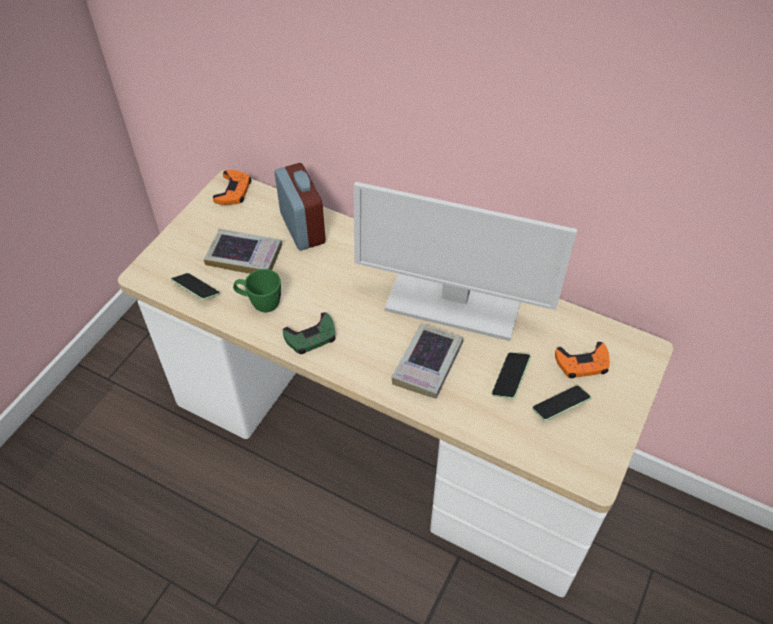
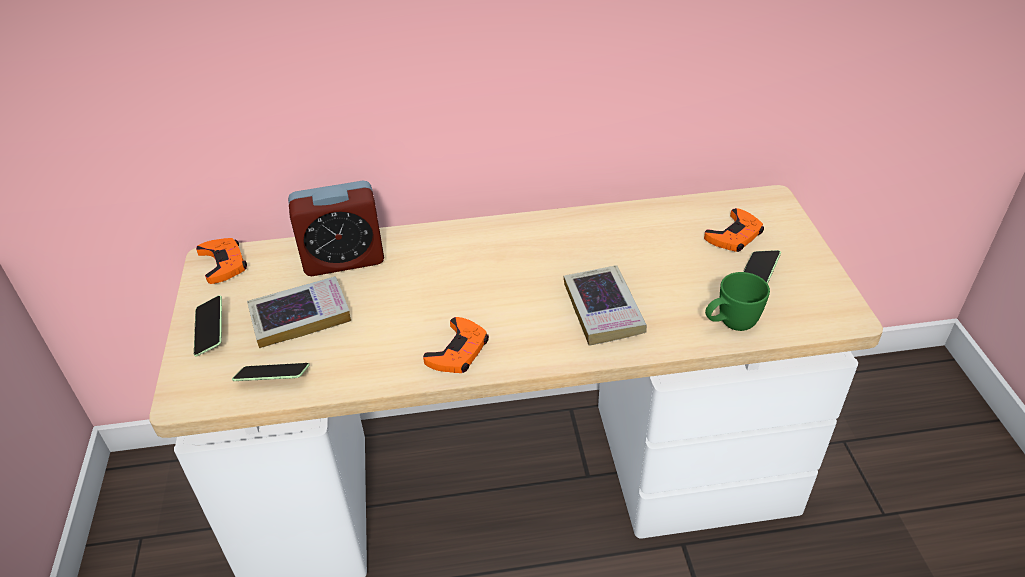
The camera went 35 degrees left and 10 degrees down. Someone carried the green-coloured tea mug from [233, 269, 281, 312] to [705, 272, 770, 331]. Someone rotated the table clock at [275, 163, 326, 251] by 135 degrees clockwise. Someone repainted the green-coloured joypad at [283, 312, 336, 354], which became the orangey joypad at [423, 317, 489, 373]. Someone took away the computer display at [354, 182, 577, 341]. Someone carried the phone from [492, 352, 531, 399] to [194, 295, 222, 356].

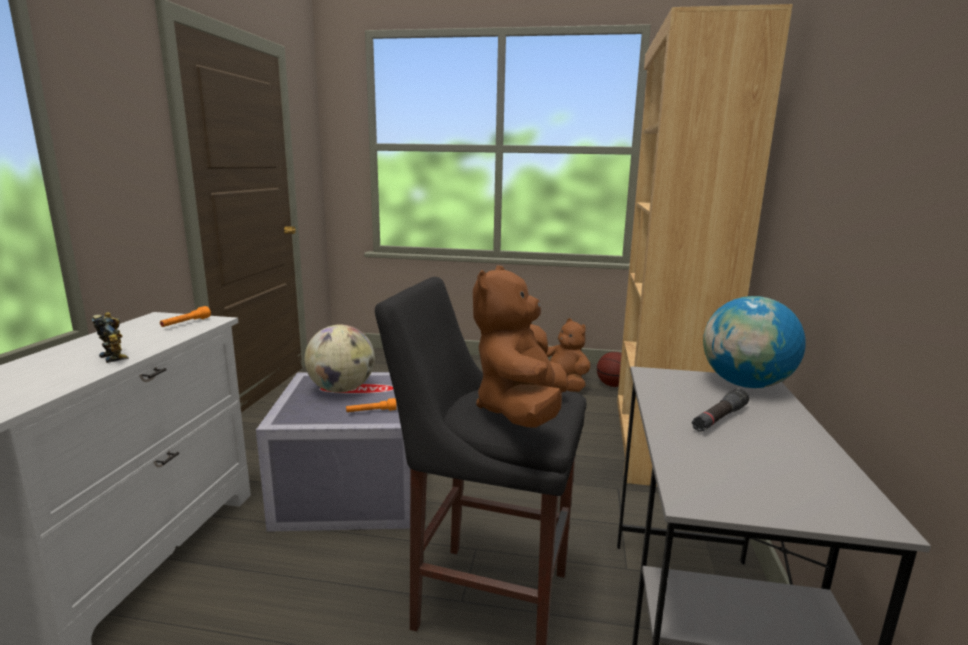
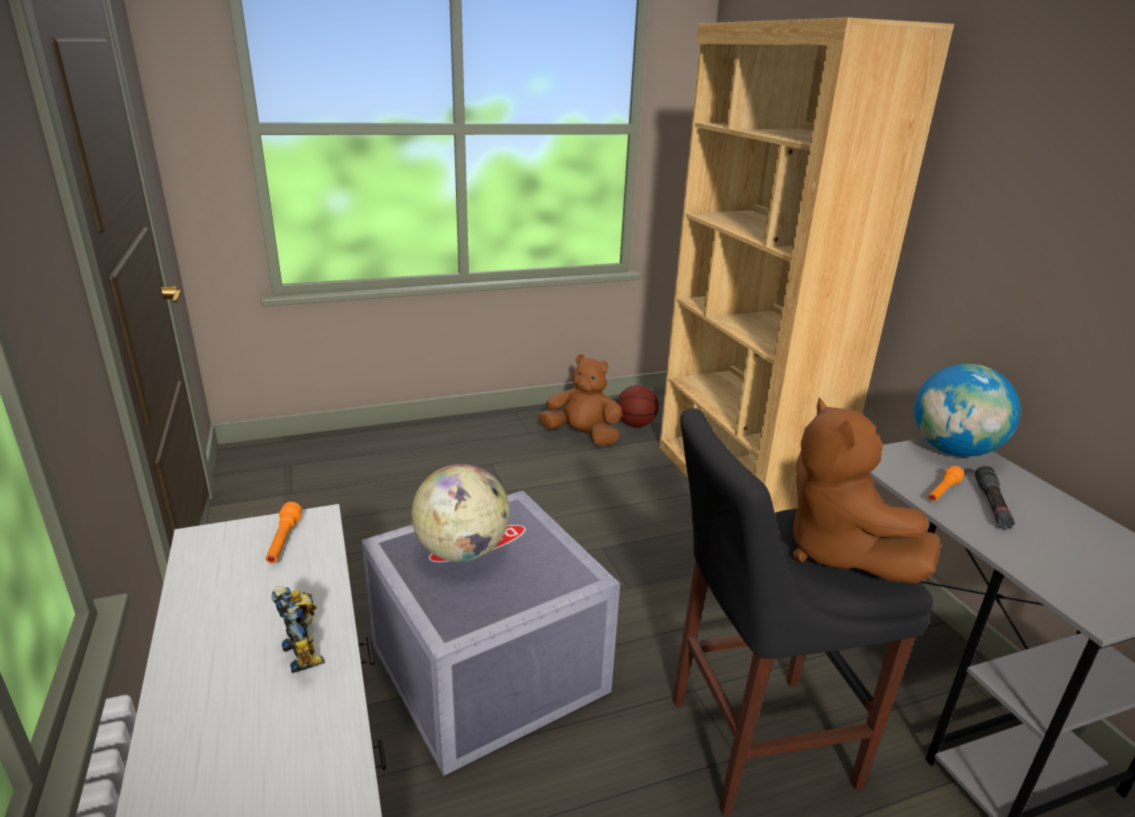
The camera went 30 degrees left and 10 degrees up. Someone rotated the model robot at [92, 312, 129, 363] by 45 degrees clockwise. Someone carried the orangey hand torch from [346, 398, 397, 412] to [928, 466, 964, 501].

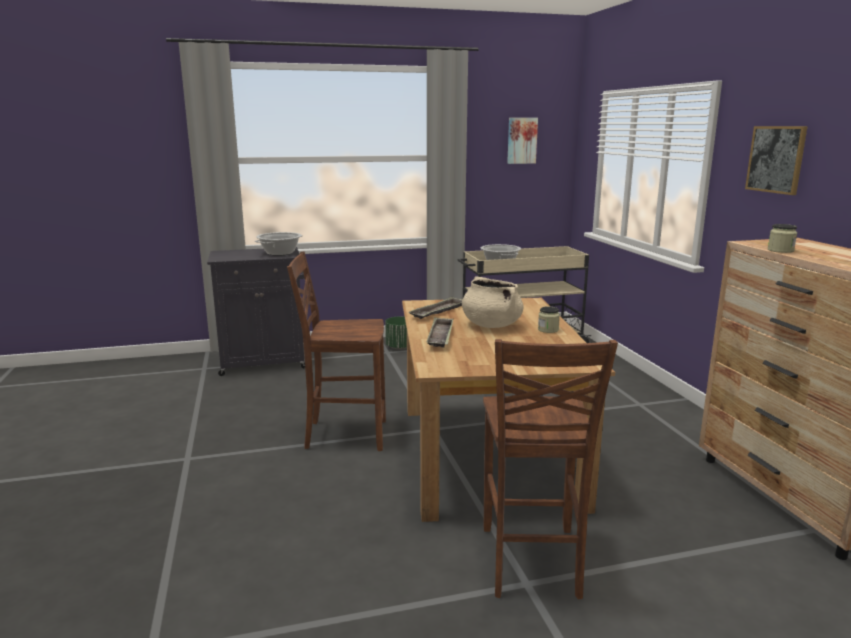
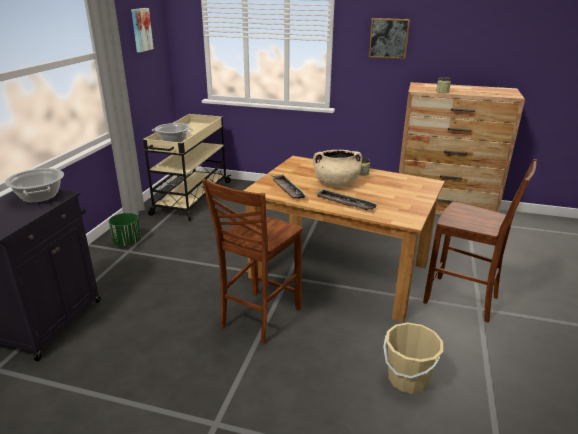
The camera went 60 degrees left and 10 degrees up. Someone put down the beige water bucket at [383, 323, 443, 394].

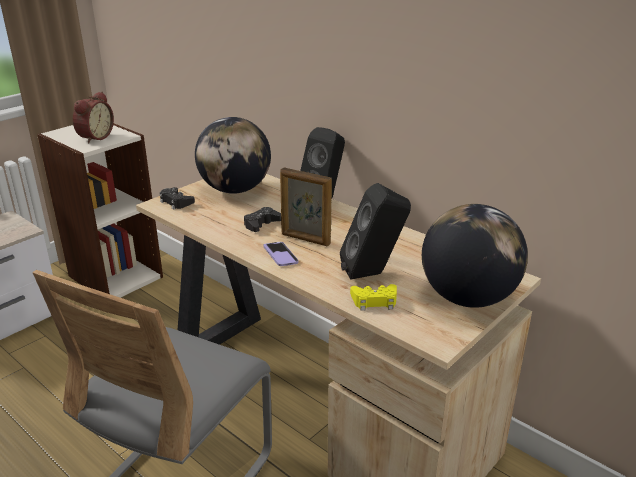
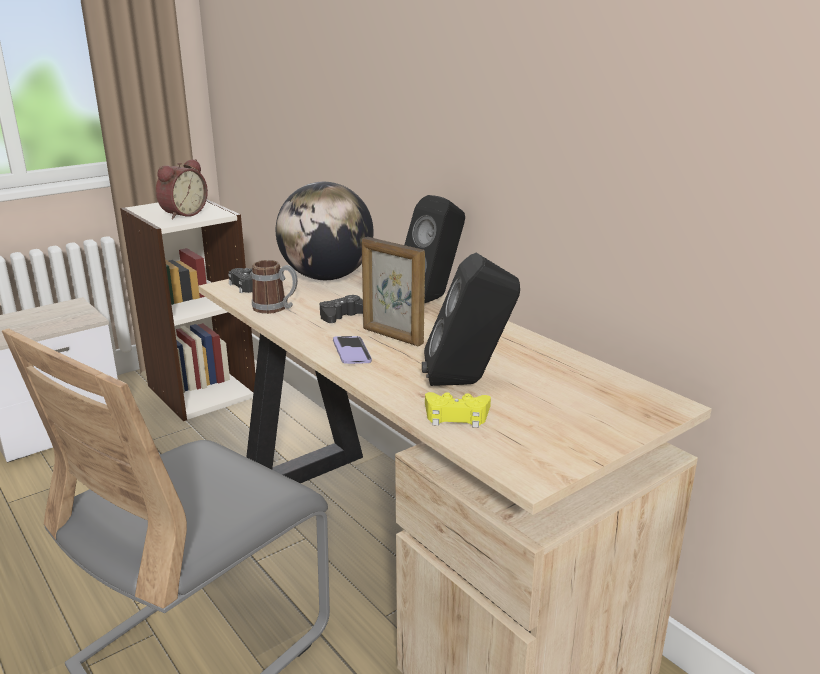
The camera went 10 degrees right and 5 degrees down. Someone took away the globe at [422, 204, 528, 308]. Someone put down the tea mug at [251, 260, 298, 314].

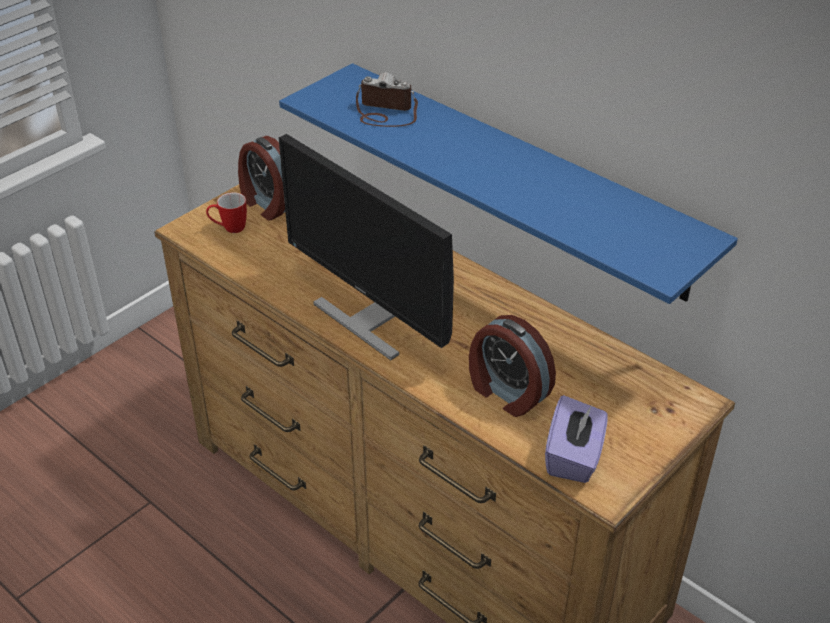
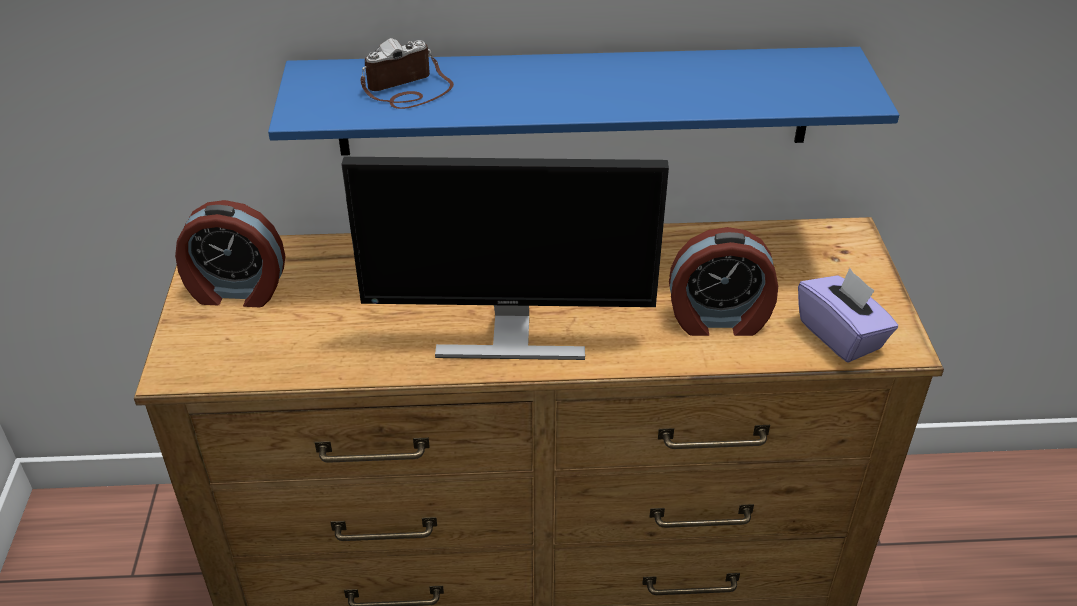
The camera went 45 degrees left and 0 degrees up. Someone took away the tea mug at [206, 193, 247, 233].

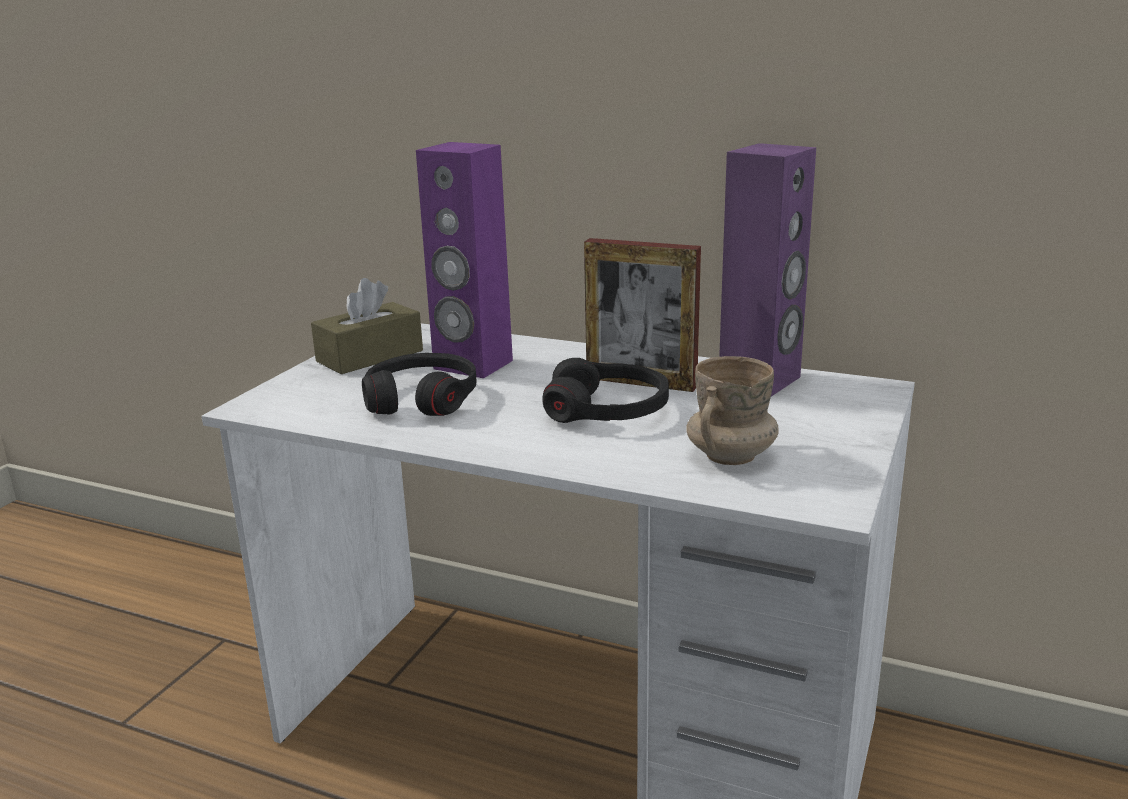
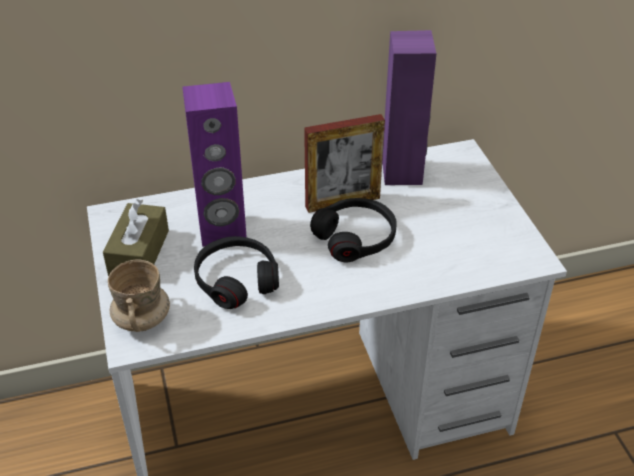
The camera went 40 degrees left and 20 degrees up. Someone carried the beige tea mug from [686, 356, 779, 465] to [108, 259, 170, 332].

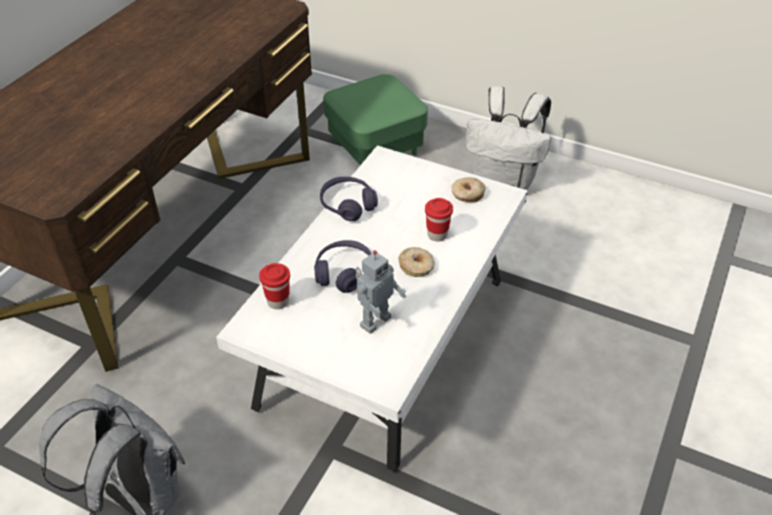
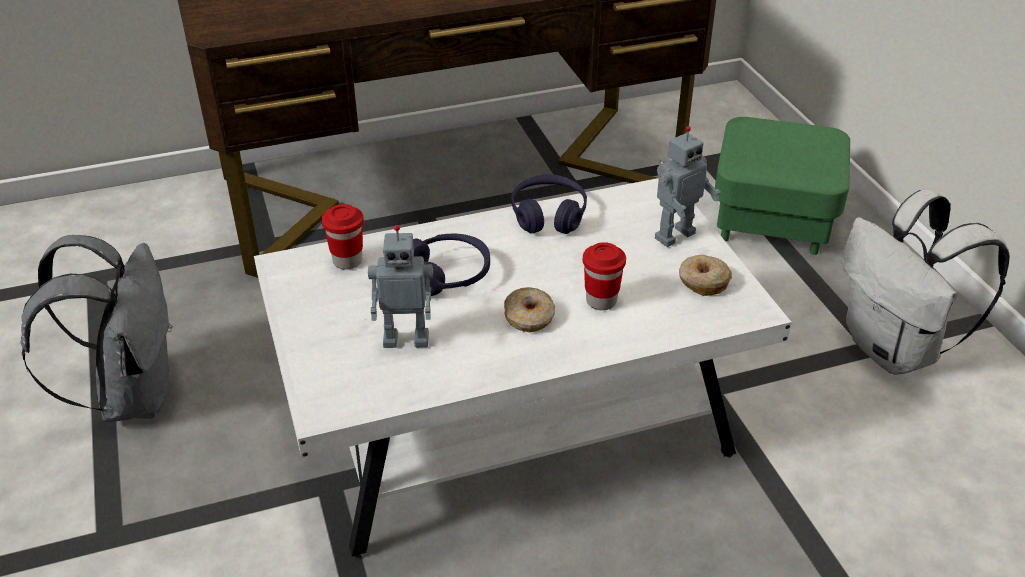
The camera went 45 degrees right and 5 degrees down. Someone put down the model robot at [655, 126, 721, 247].

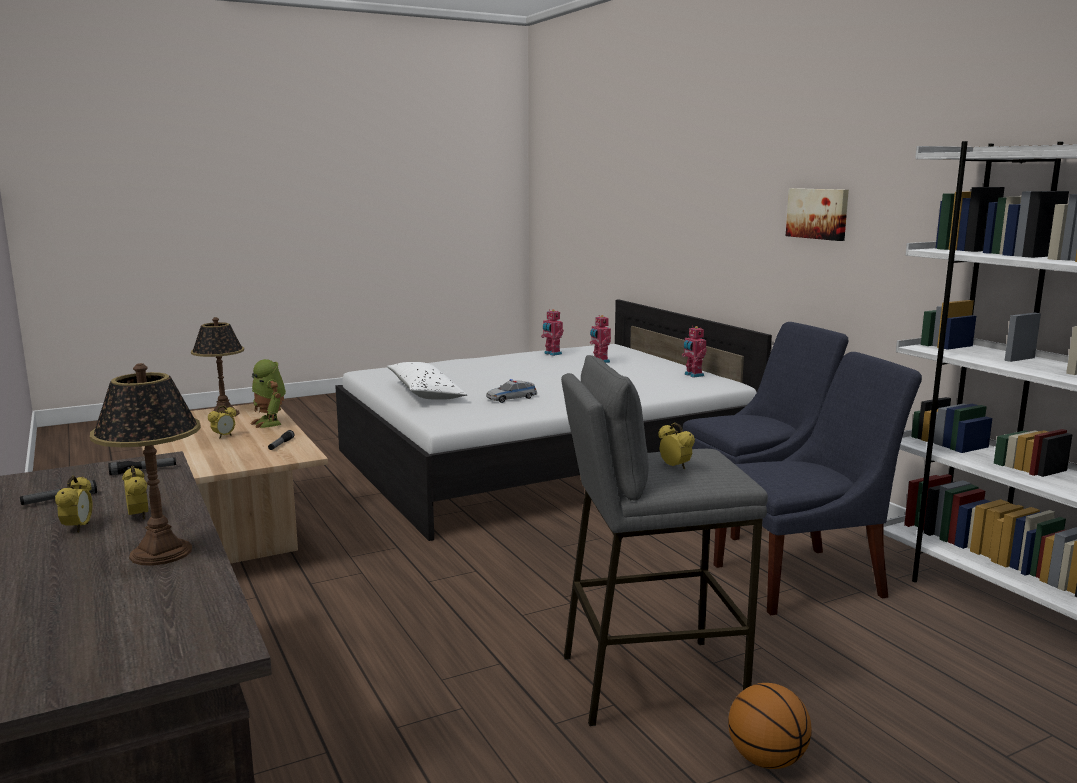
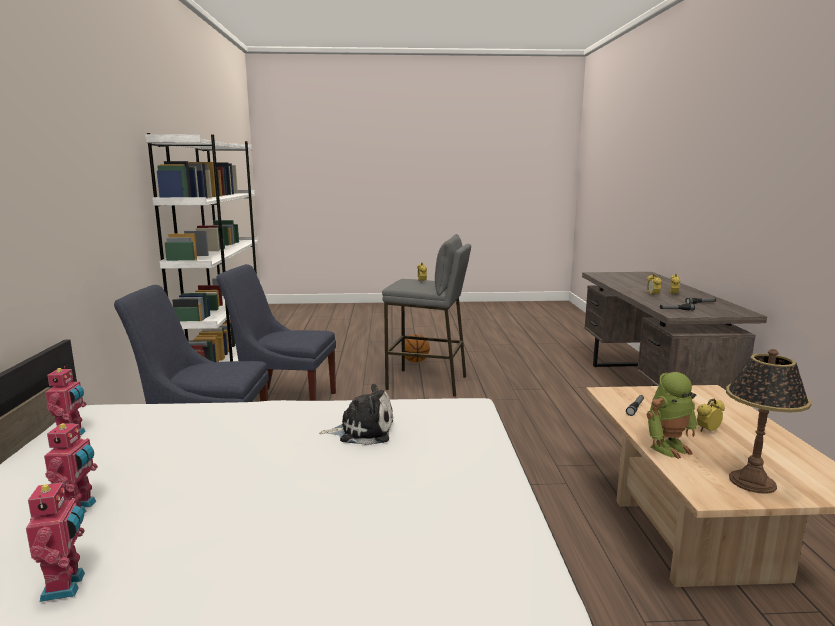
The camera went 155 degrees left and 0 degrees up. Someone took away the lamp for a table at [90, 363, 201, 566]. Someone rotated the model robot at [251, 359, 286, 428] by 75 degrees clockwise. Someone took away the whitish cushion at [387, 362, 467, 400]. Someone swapped the toy car at [486, 379, 537, 403] for the plush toy at [319, 384, 393, 445]. Someone took away the wall picture at [786, 188, 849, 241].

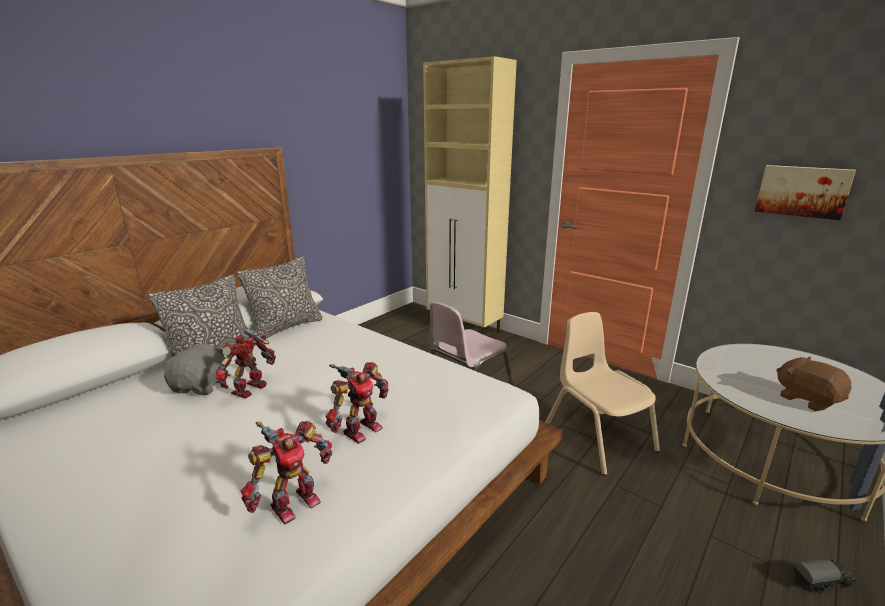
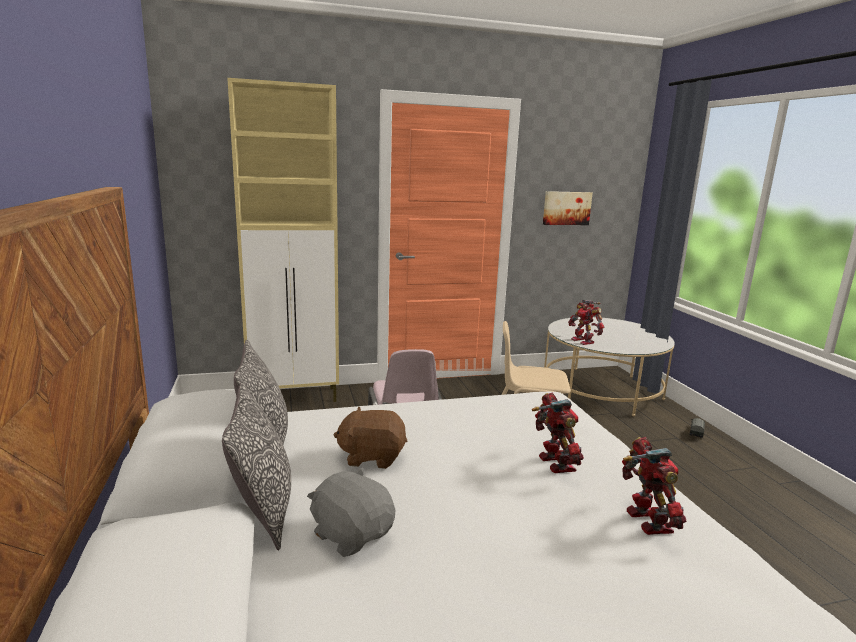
The camera went 55 degrees left and 5 degrees down. Someone carried the model robot from [216, 328, 276, 399] to [568, 300, 604, 345]. Someone carried the brown plush toy from [776, 357, 851, 411] to [334, 406, 407, 469].

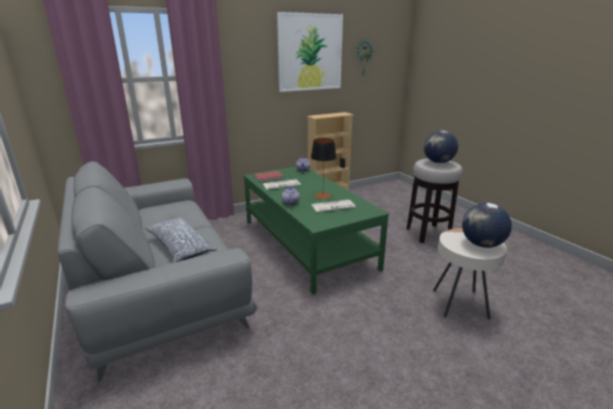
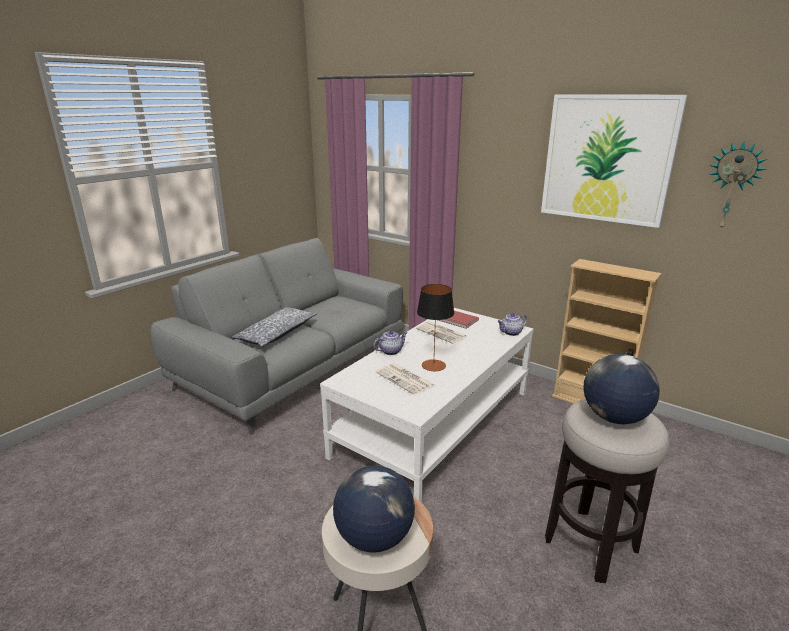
The camera went 65 degrees right and 0 degrees up. Someone repainted the green-coloured coffee table at [244, 167, 389, 294], which became the whitish coffee table at [320, 308, 534, 503].

